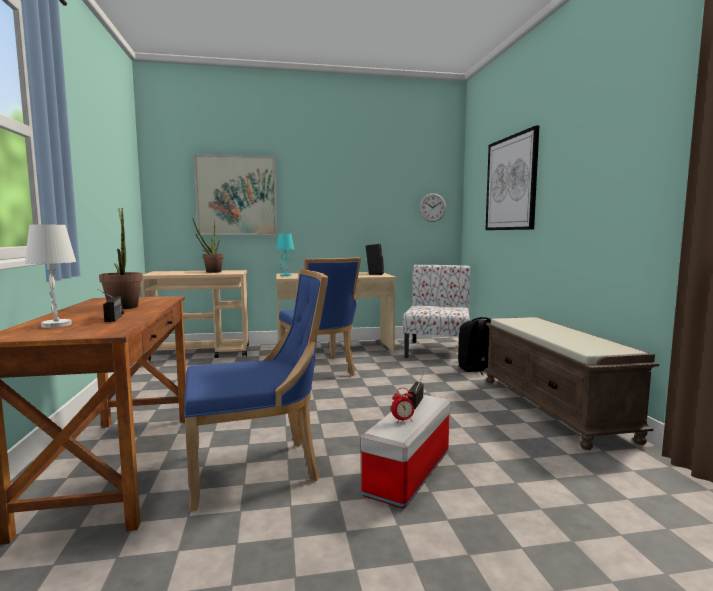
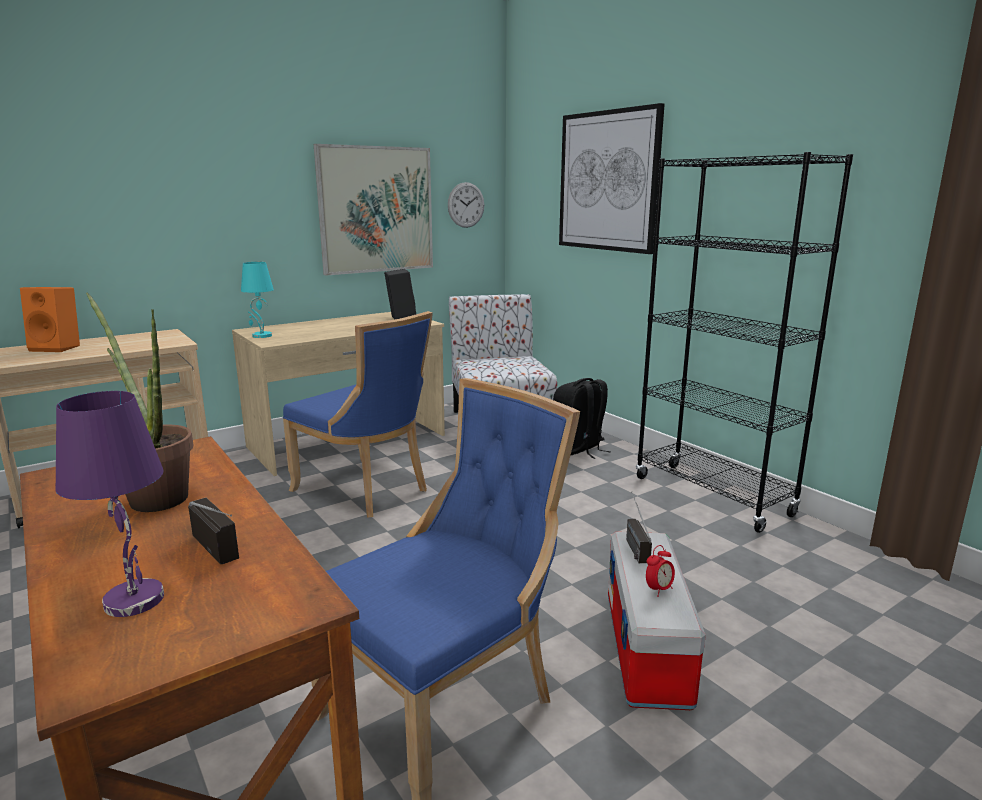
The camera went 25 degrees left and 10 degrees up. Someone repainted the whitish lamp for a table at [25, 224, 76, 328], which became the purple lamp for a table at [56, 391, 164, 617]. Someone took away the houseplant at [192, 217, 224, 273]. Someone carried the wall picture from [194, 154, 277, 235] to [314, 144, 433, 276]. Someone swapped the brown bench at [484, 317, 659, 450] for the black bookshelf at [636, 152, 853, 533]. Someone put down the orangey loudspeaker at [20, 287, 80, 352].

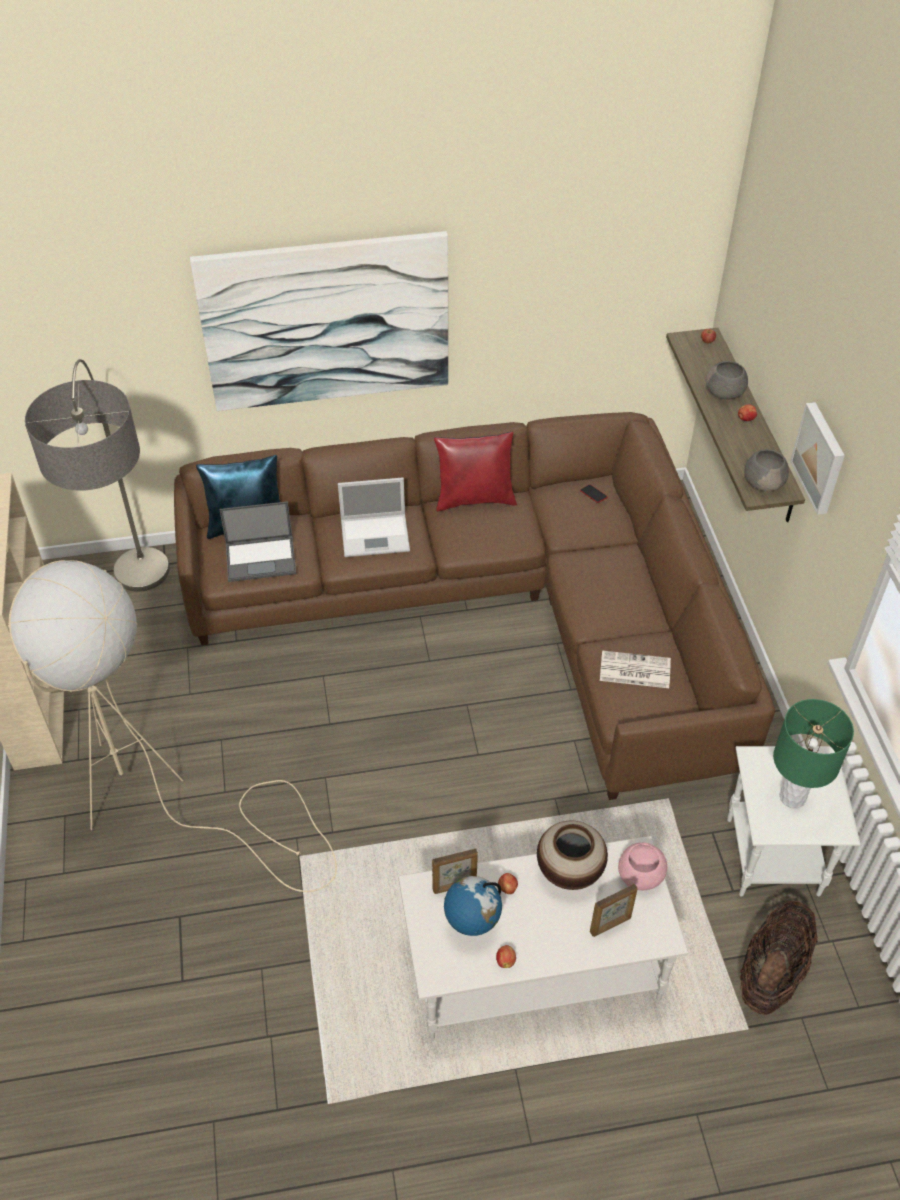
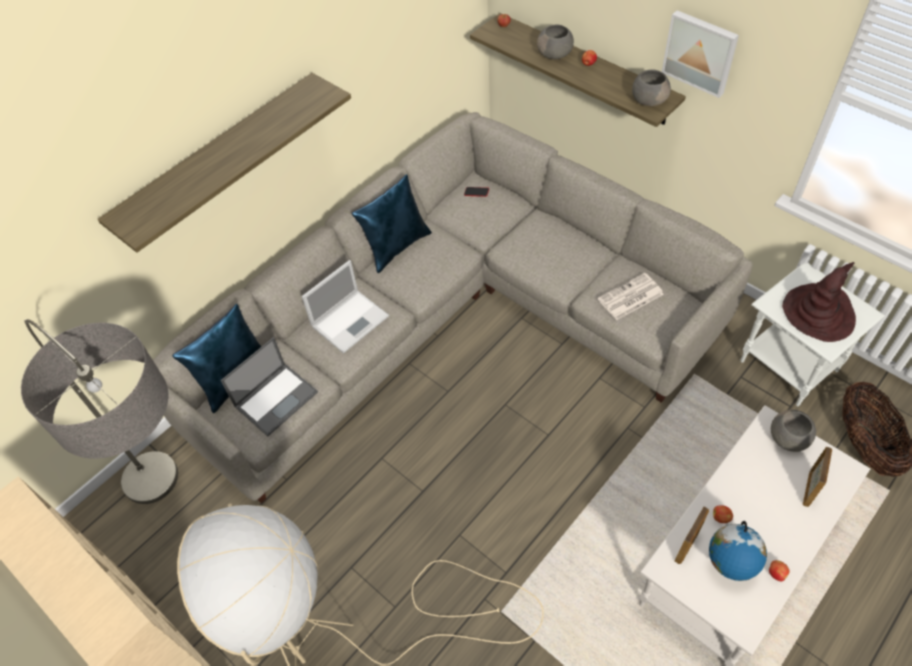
The camera went 35 degrees left and 5 degrees up. Someone repainted the brown settee at [174, 412, 775, 800], which became the grey settee at [153, 112, 753, 504]. Someone swapped the wall picture at [190, 231, 448, 411] for the wall shelf at [97, 73, 351, 253]. Someone repainted the red-coloured cushion at [434, 432, 517, 511], which became the blue cushion at [352, 174, 432, 273]. Someone took away the flower vase at [537, 821, 608, 890]. Someone repainted the pink serving bowl at [618, 843, 667, 890], which became the grey serving bowl at [771, 410, 816, 452]. Someone swapped the green-coloured lamp for a table at [773, 699, 854, 808] for the brown clothing hat at [782, 262, 856, 342].

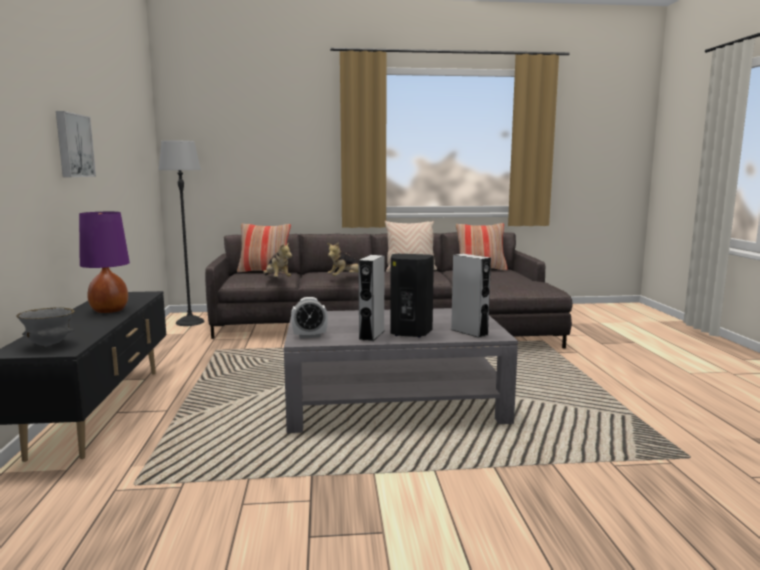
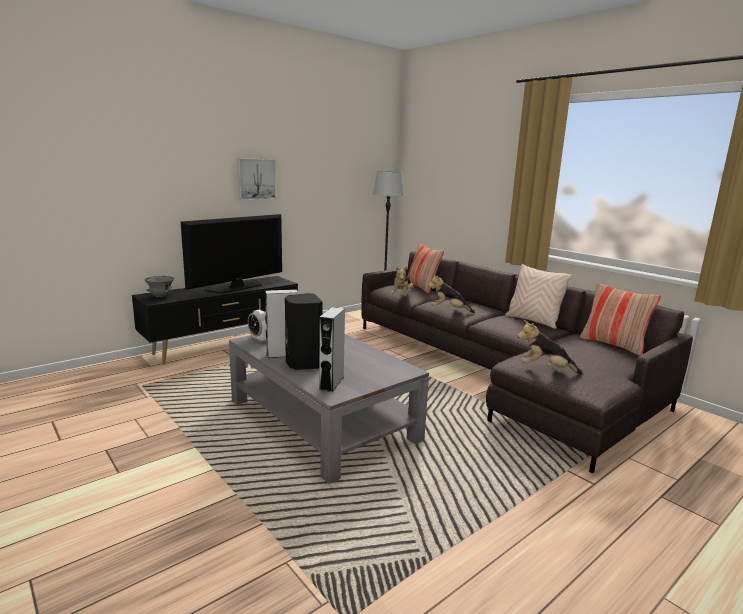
The camera went 55 degrees right and 5 degrees up. Someone swapped the purple lamp for a table at [79, 212, 130, 313] for the TV set at [180, 214, 282, 293]. Someone put down the plush toy at [517, 320, 583, 374].

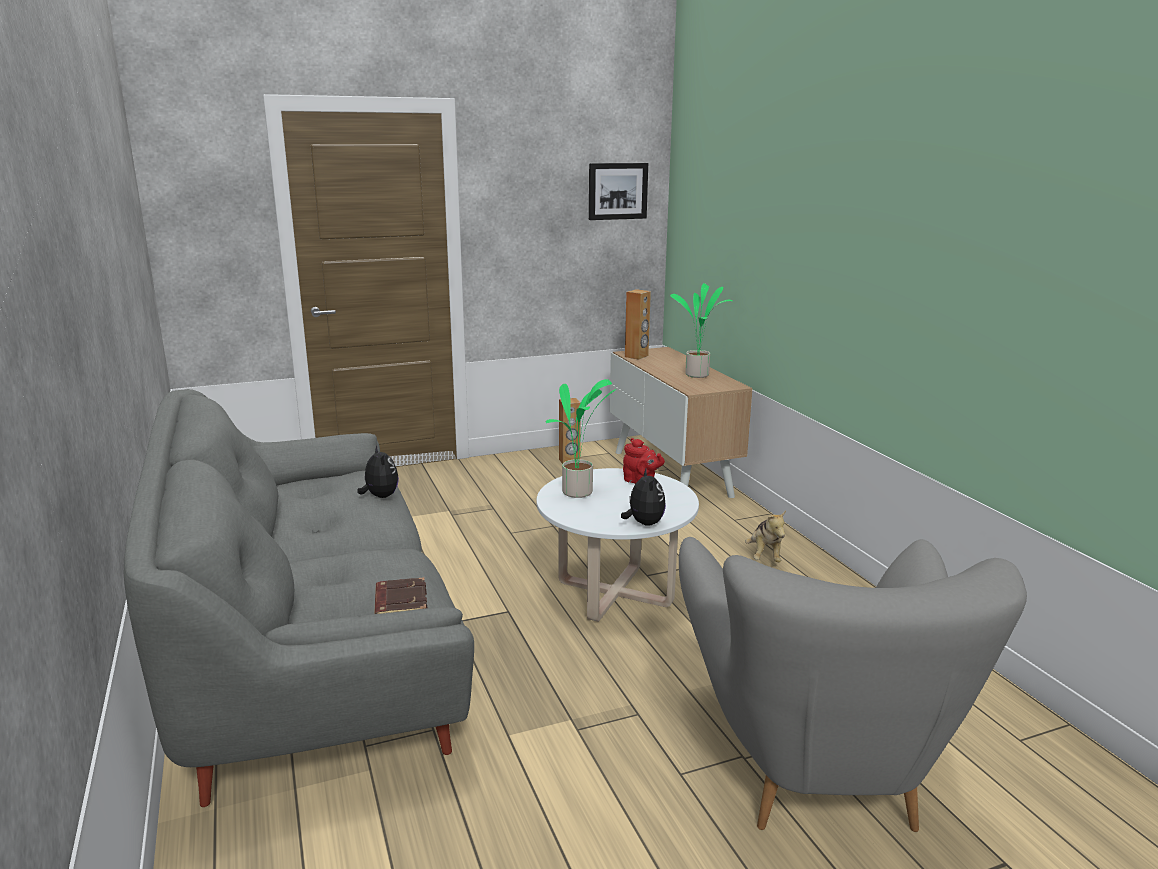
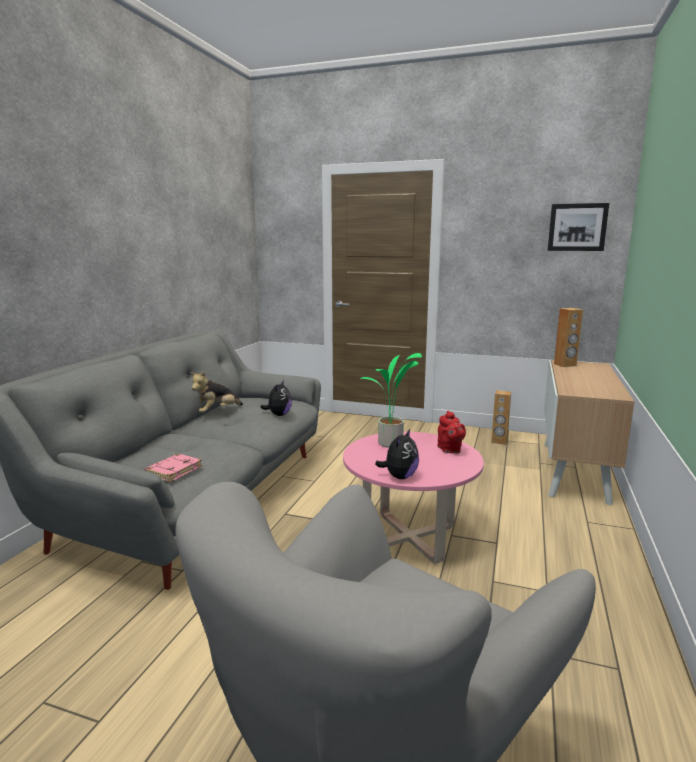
The camera went 40 degrees right and 5 degrees down. Someone repainted the brown book at [374, 577, 428, 614], which became the pink book at [145, 454, 202, 482]. Someone repainted the whitish coffee table at [537, 468, 699, 622], which became the pink coffee table at [343, 432, 484, 564]. Someone took away the houseplant at [670, 283, 732, 378]. Someone carried the plush toy from [745, 510, 786, 562] to [190, 371, 243, 413].

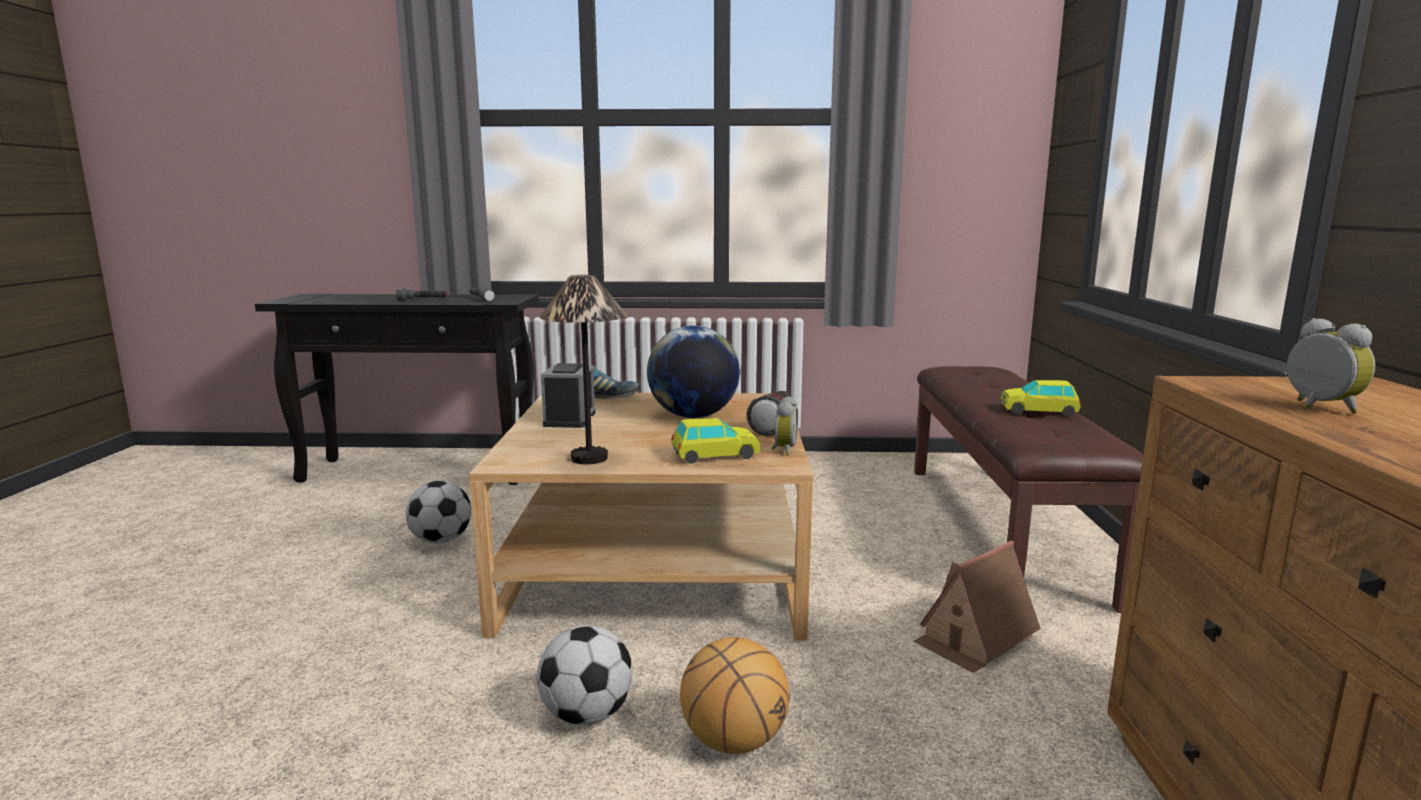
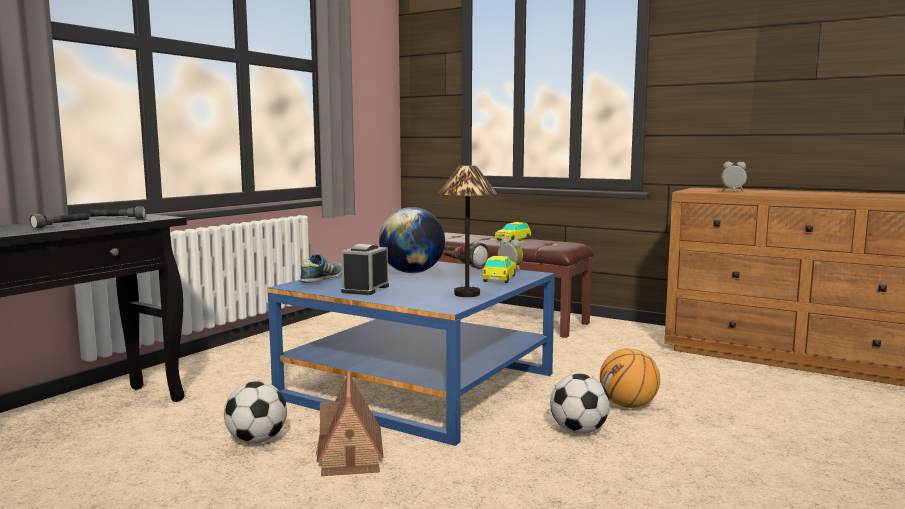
The camera went 60 degrees left and 5 degrees down. Someone repainted the beige coffee table at [469, 393, 813, 640], which became the blue coffee table at [267, 261, 555, 446]. Someone rotated the table clock at [541, 363, 595, 428] by 105 degrees counterclockwise. Someone carried the model house from [913, 541, 1041, 673] to [316, 372, 384, 476].

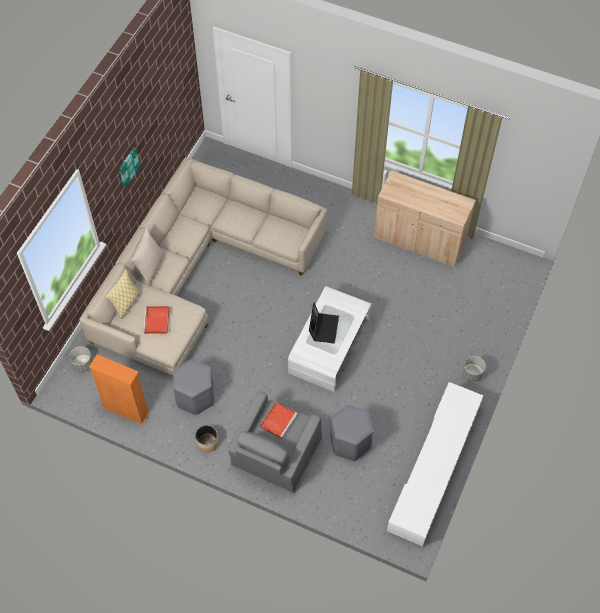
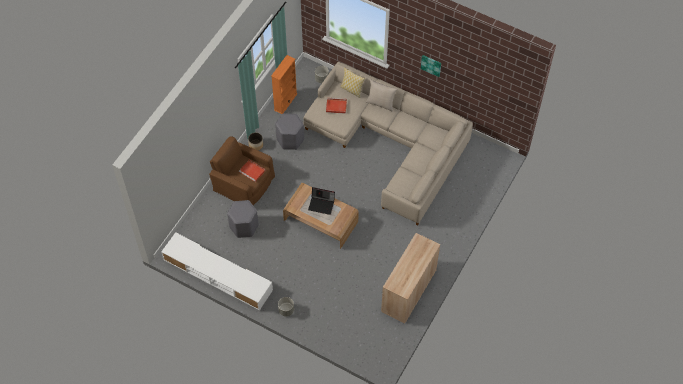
The camera went 95 degrees right and 0 degrees up. Someone repainted the grey armchair at [228, 391, 322, 493], which became the brown armchair at [209, 136, 275, 205]. Someone repainted the whitish coffee table at [288, 286, 372, 392], which became the brown coffee table at [283, 183, 359, 249].

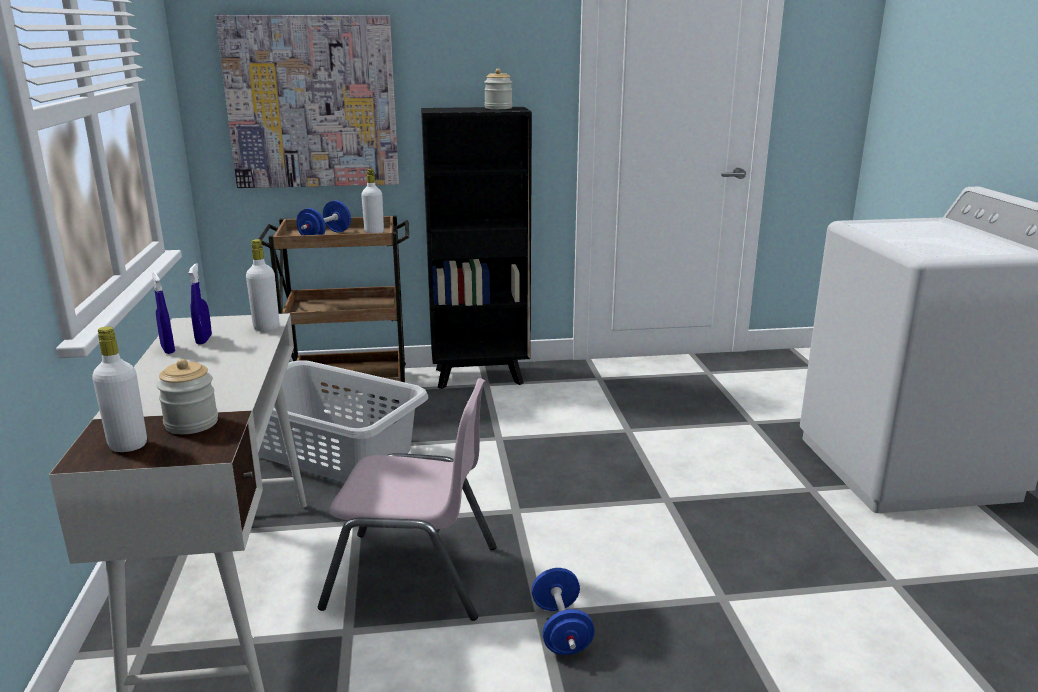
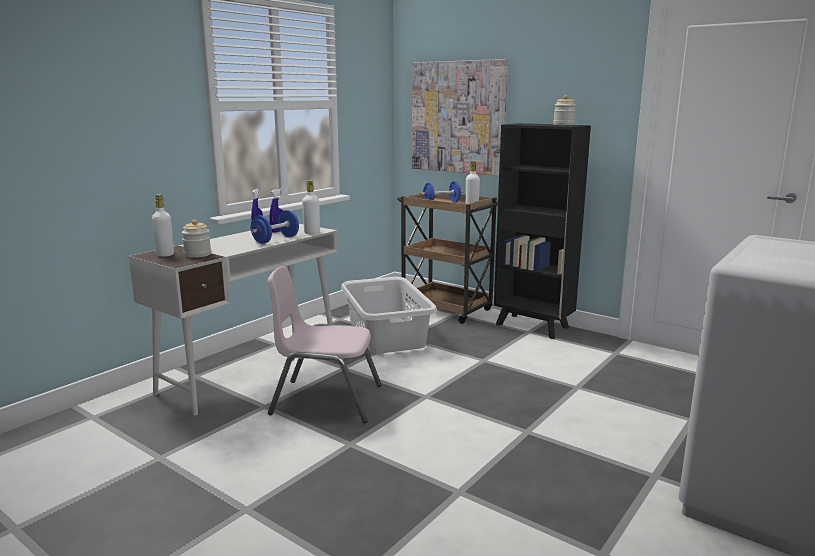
The camera went 45 degrees right and 5 degrees down. Someone rotated the pink chair at [318, 378, 497, 621] by 135 degrees clockwise. Someone carried the blue dumbbell from [532, 568, 595, 655] to [251, 210, 299, 244].

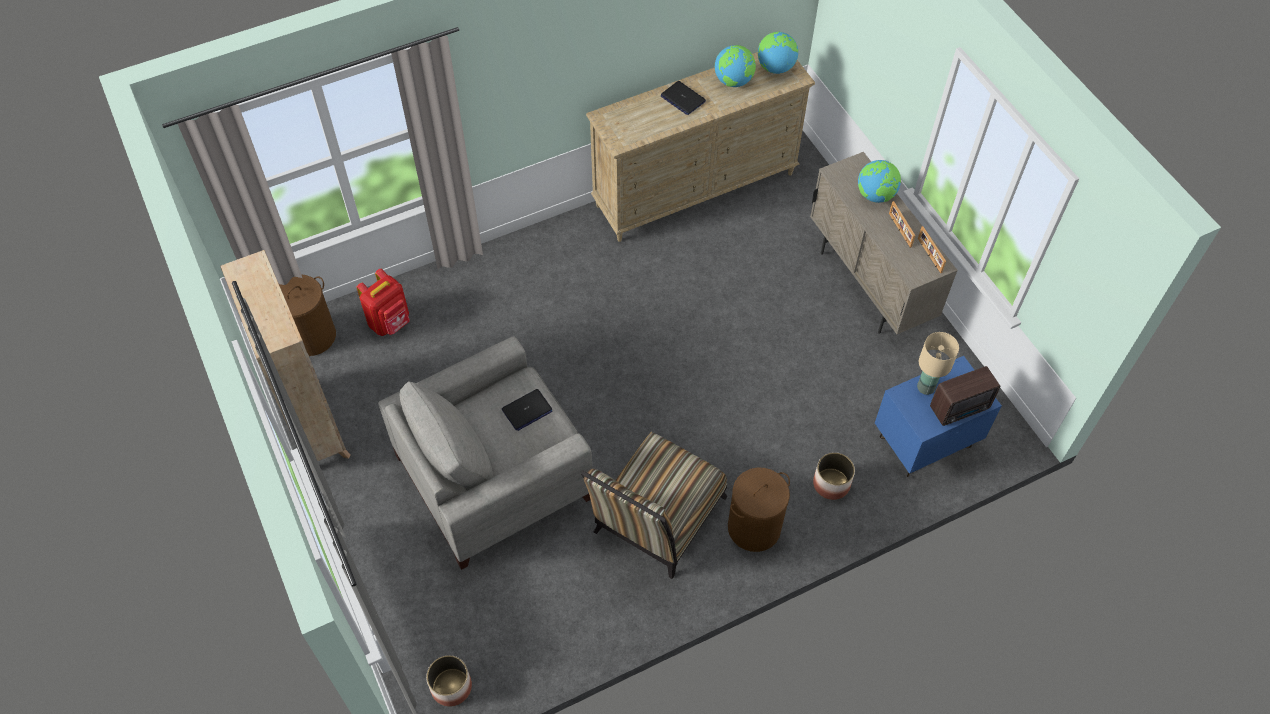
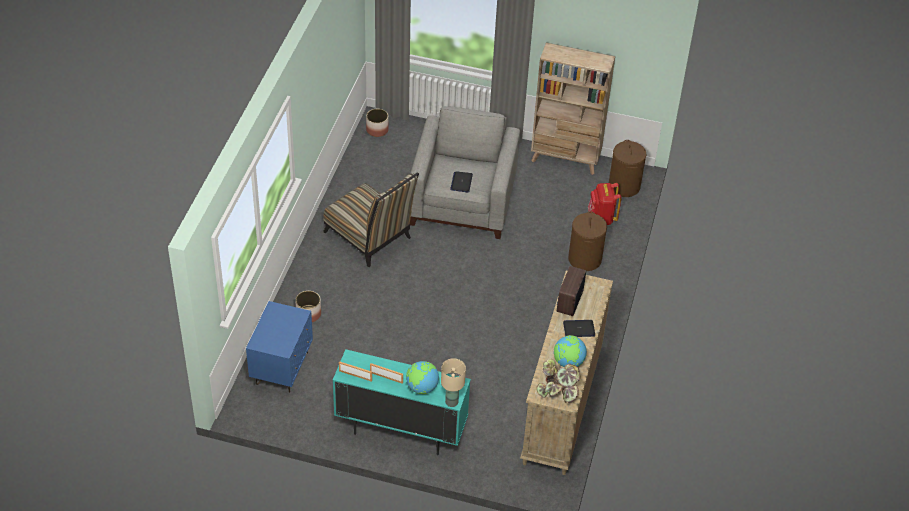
The camera went 130 degrees right and 10 degrees down. Someone rotated the chair at [581, 432, 727, 579] by 150 degrees clockwise. Someone carried the brown washing basket from [728, 468, 790, 552] to [568, 211, 607, 271]. Someone swapped the globe at [758, 32, 799, 74] for the houseplant at [536, 359, 580, 403]. Someone repainted the beige cupboard at [810, 152, 958, 334], which became the turquoise cupboard at [333, 349, 471, 455]. Someone carried the beige lamp for a table from [917, 332, 959, 395] to [441, 358, 466, 407]. Someone carried the radio from [930, 366, 1000, 426] to [557, 266, 586, 316].

